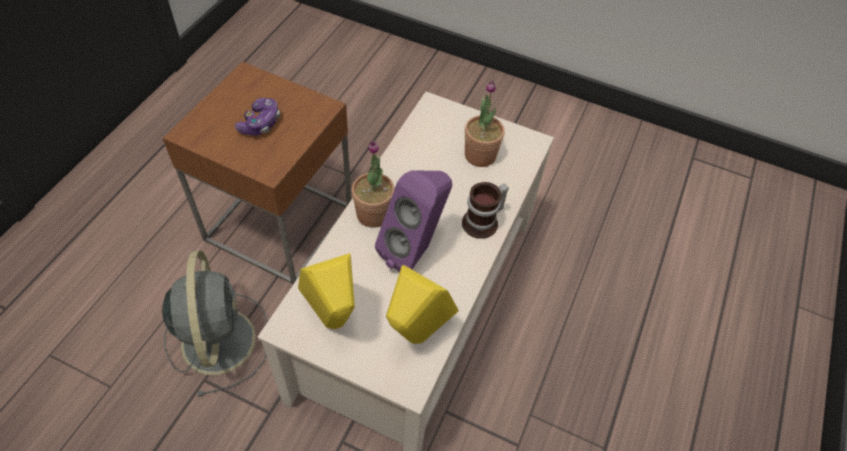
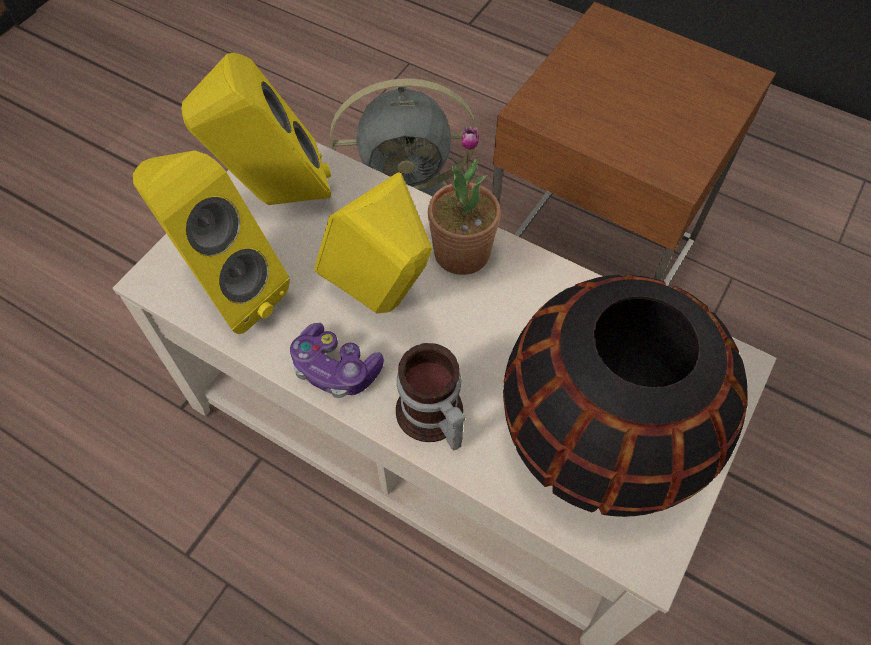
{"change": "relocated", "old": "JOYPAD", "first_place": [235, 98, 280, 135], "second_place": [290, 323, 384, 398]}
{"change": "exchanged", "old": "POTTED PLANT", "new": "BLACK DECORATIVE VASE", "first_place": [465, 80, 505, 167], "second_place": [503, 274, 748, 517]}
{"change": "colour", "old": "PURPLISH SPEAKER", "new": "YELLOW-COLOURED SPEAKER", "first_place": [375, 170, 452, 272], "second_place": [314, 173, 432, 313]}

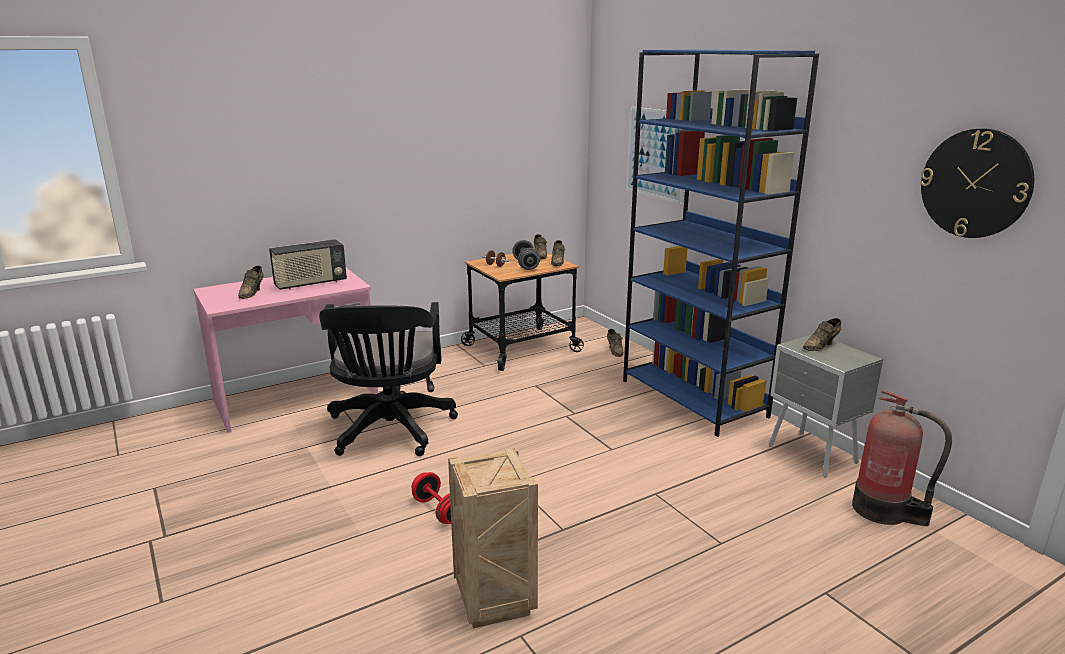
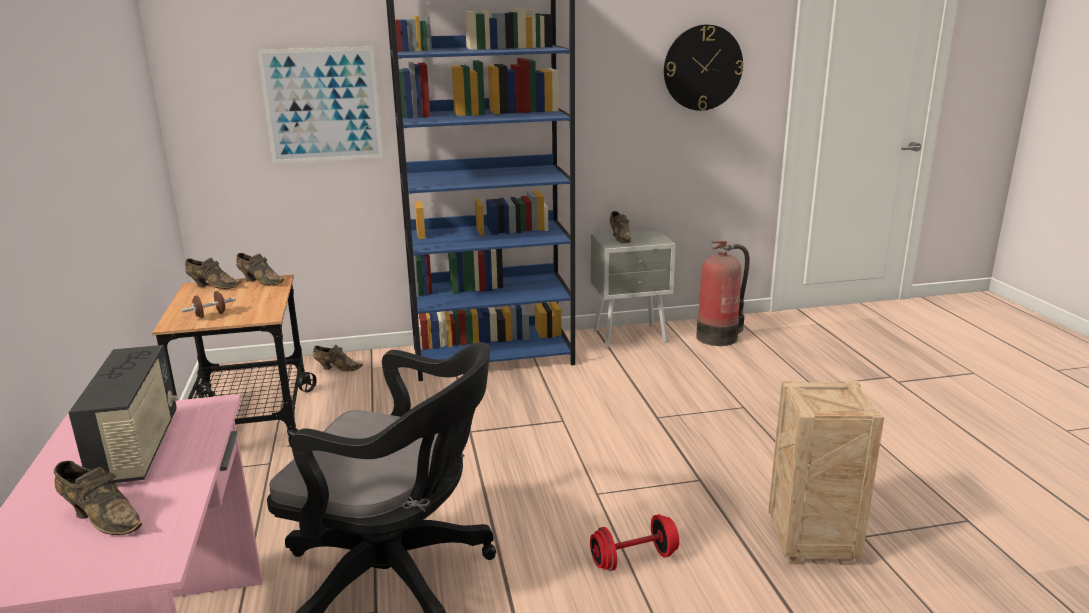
{"change": "missing", "old": "GREY DUMBBELL", "first_place": [512, 240, 540, 270]}

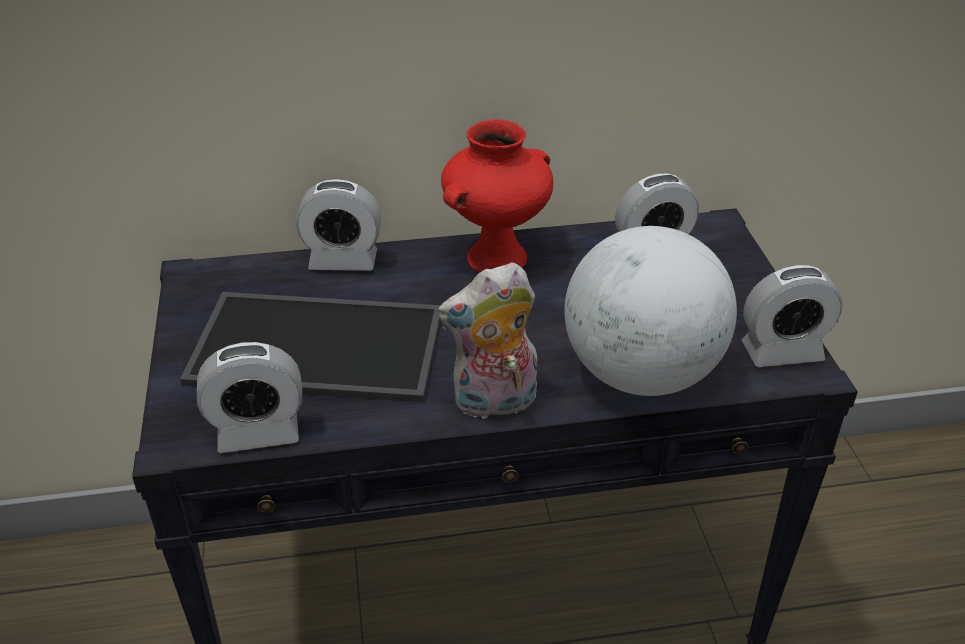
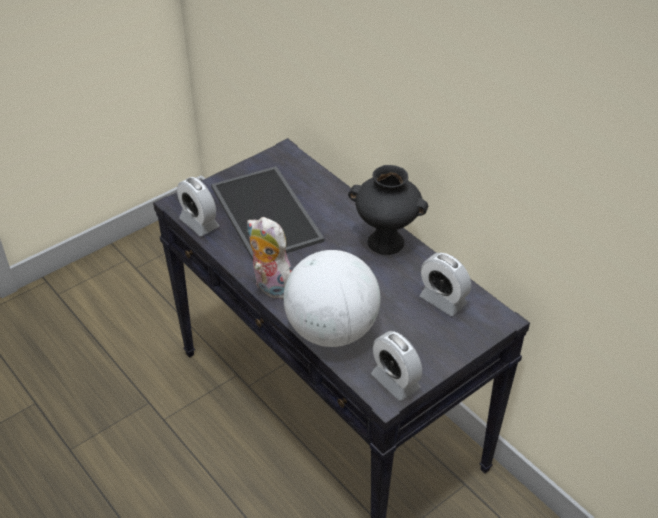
{"change": "missing", "old": "ALARM CLOCK", "first_place": [296, 179, 382, 271]}
{"change": "colour", "old": "RED DECORATIVE VASE", "new": "BLACK DECORATIVE VASE", "first_place": [441, 119, 553, 272], "second_place": [348, 165, 428, 255]}

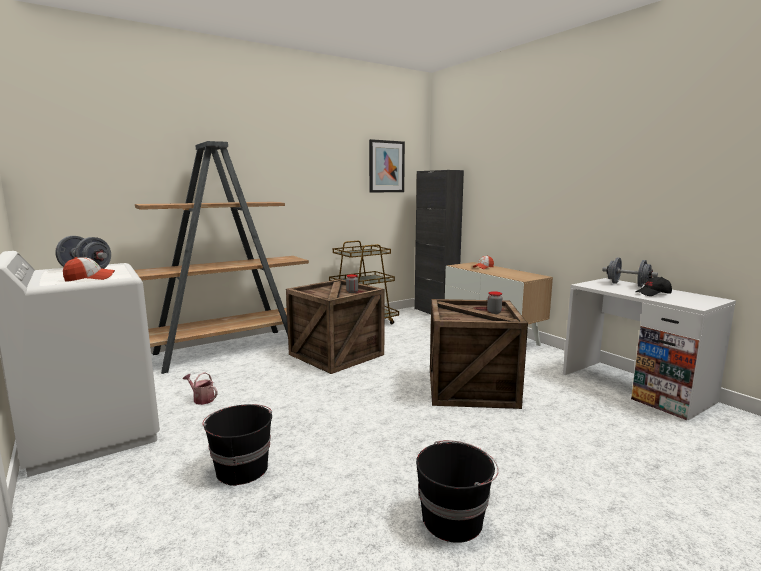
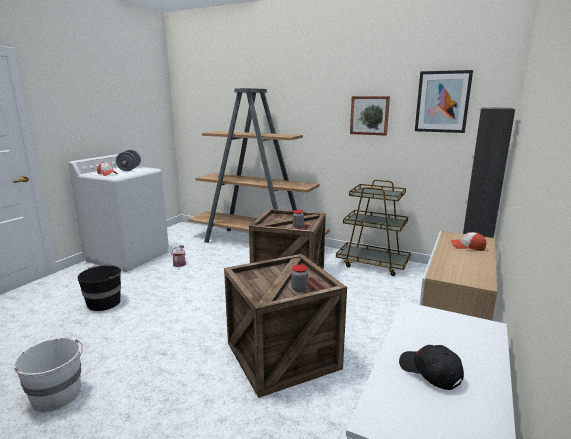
{"change": "missing", "old": "GREY DUMBBELL", "first_place": [602, 257, 658, 287]}
{"change": "appeared", "new": "PICTURE", "second_place": [350, 96, 390, 136]}
{"change": "colour", "old": "BLACK PAIL", "new": "WHITISH PAIL", "first_place": [416, 440, 499, 543], "second_place": [13, 338, 83, 412]}

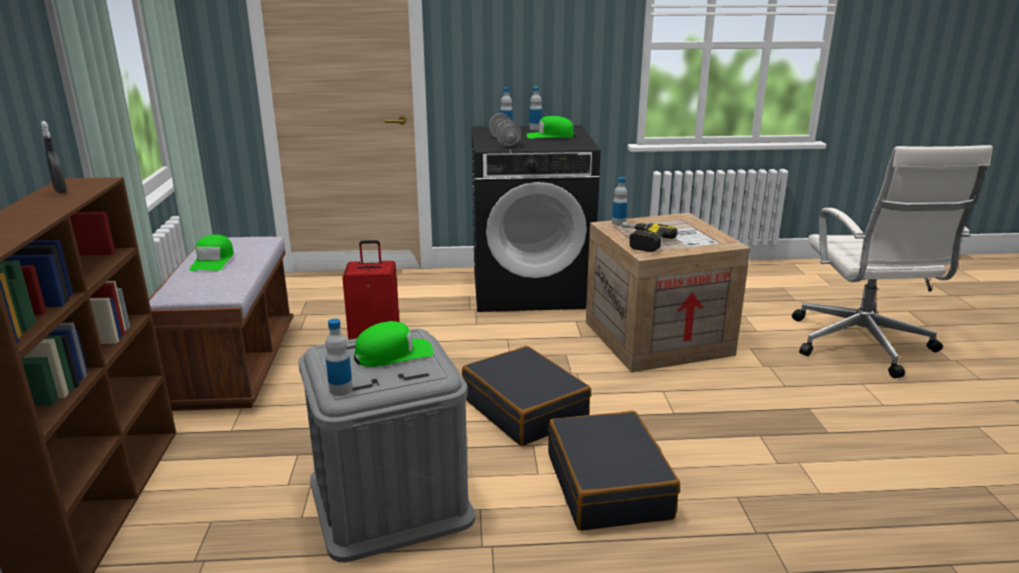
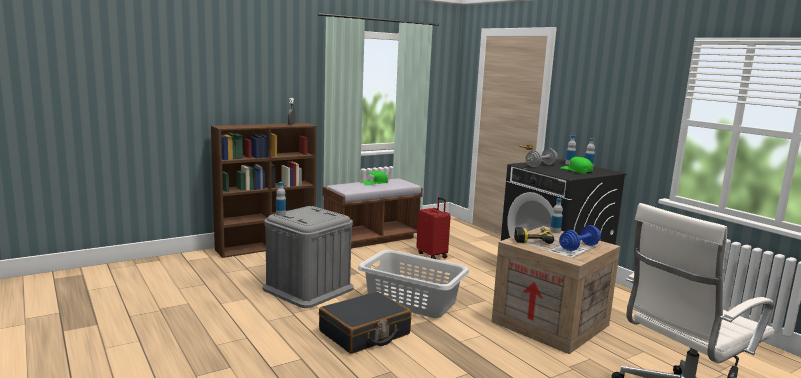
{"change": "missing", "old": "GREENISH CAP", "first_place": [354, 321, 434, 367]}
{"change": "appeared", "new": "BLUE DUMBBELL", "second_place": [559, 225, 601, 251]}
{"change": "exchanged", "old": "BLACK TRAVEL CASE", "new": "GREY WASHING BASKET", "first_place": [462, 346, 591, 446], "second_place": [358, 250, 469, 318]}

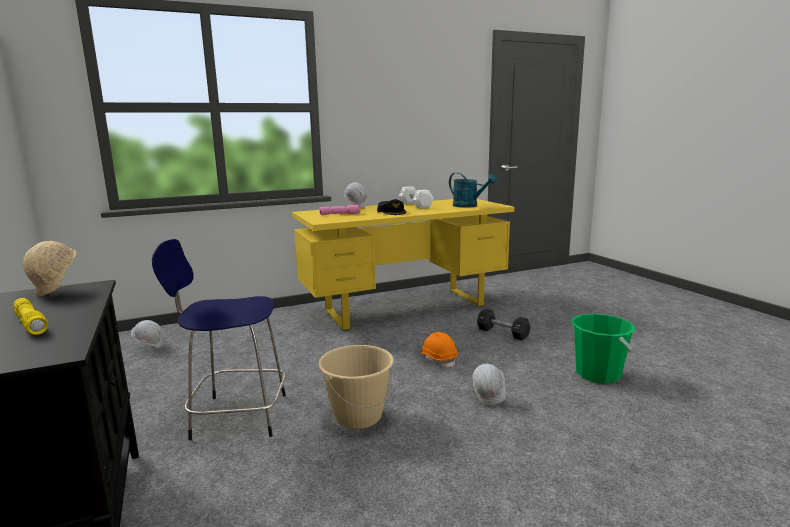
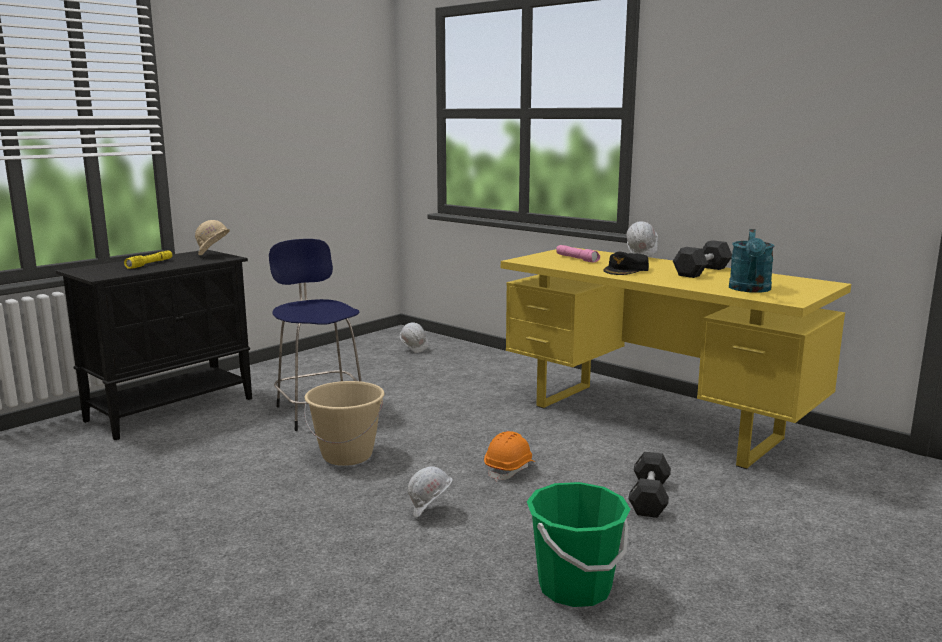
{"change": "colour", "old": "WHITISH DUMBBELL", "new": "BLACK DUMBBELL", "first_place": [399, 186, 434, 209], "second_place": [673, 240, 732, 278]}

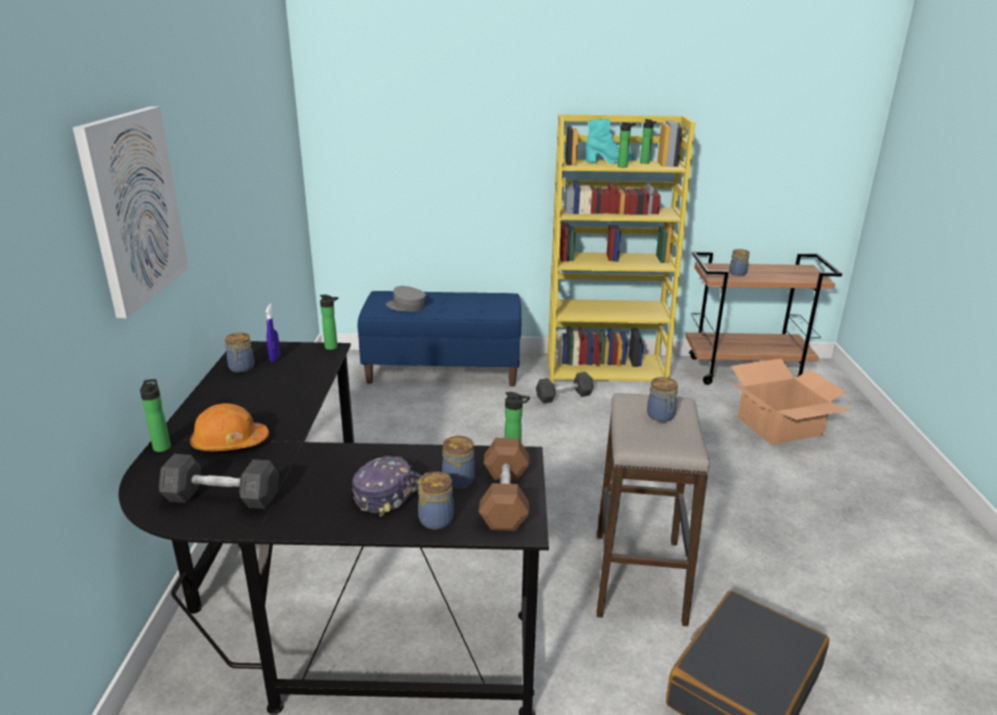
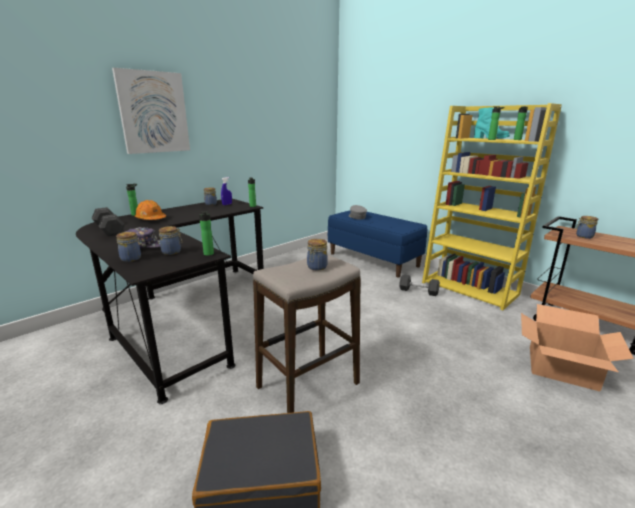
{"change": "missing", "old": "BROWN-COLOURED DUMBBELL", "first_place": [479, 438, 530, 531]}

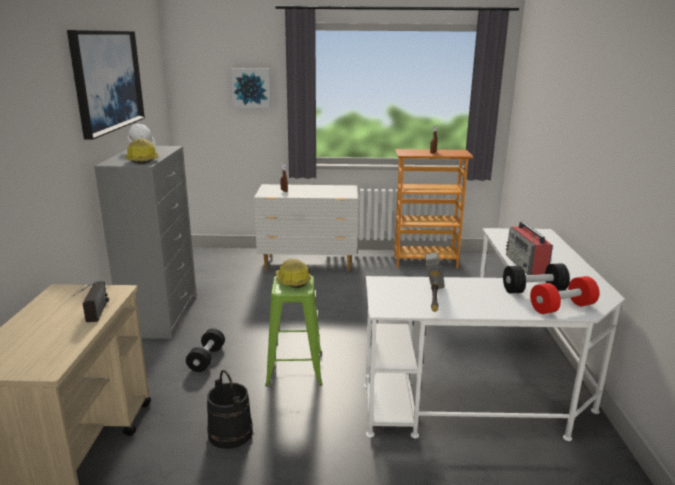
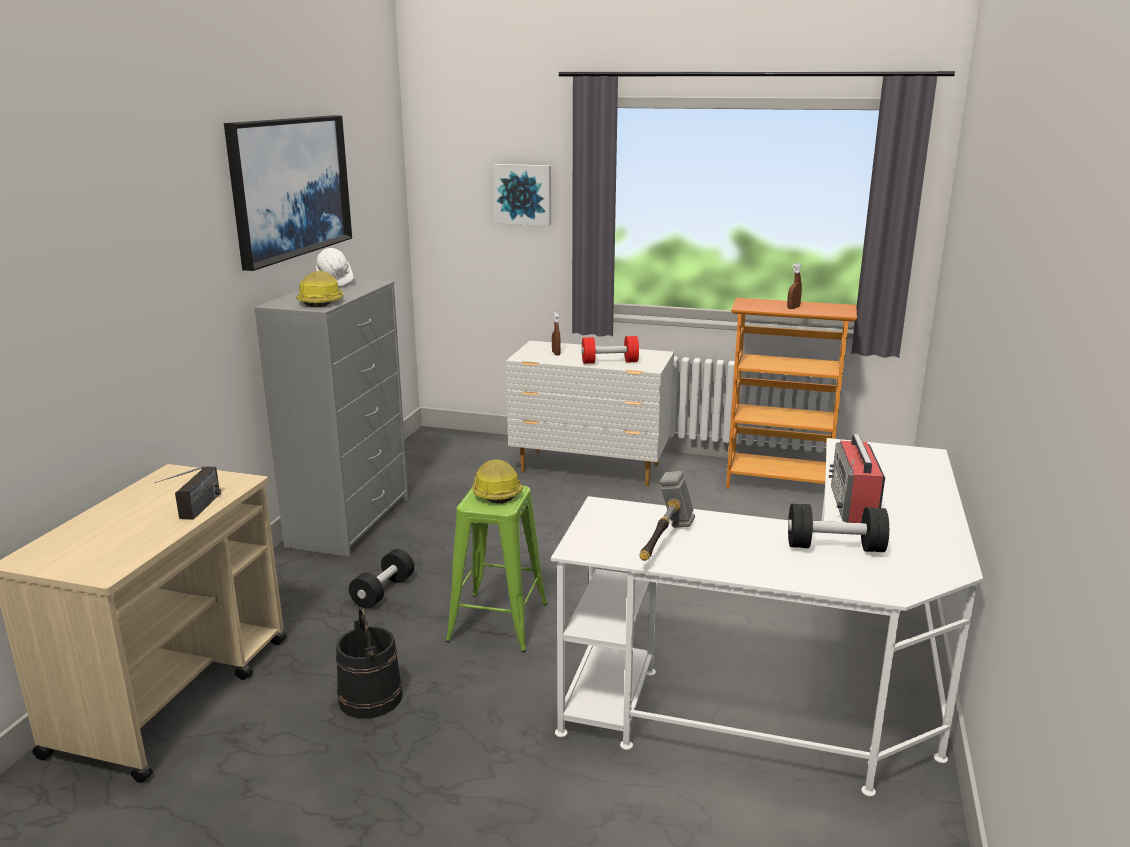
{"change": "relocated", "old": "RED DUMBBELL", "first_place": [530, 276, 599, 314], "second_place": [582, 336, 639, 364]}

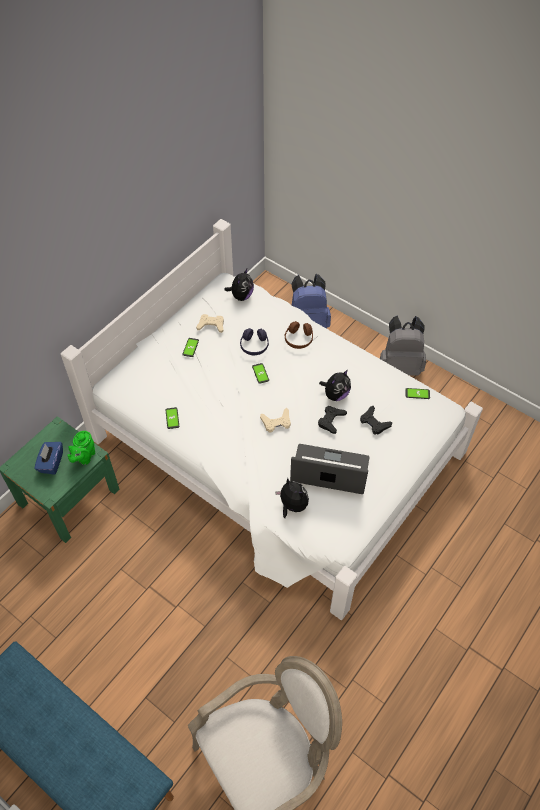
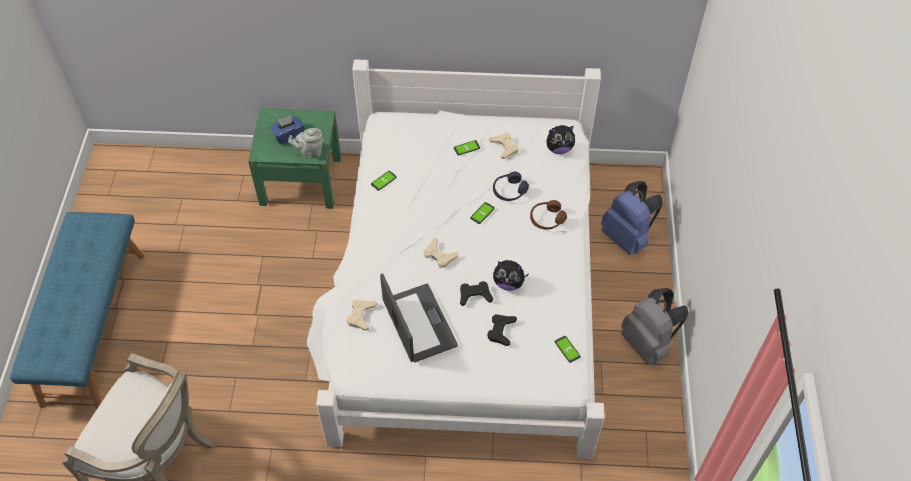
{"change": "exchanged", "old": "SOFT TOY", "new": "BEIGE JOYPAD", "first_place": [275, 478, 309, 518], "second_place": [347, 300, 377, 331]}
{"change": "colour", "old": "GREENISH TEA POT", "new": "GREY TEA POT", "first_place": [67, 431, 95, 465], "second_place": [288, 128, 324, 158]}

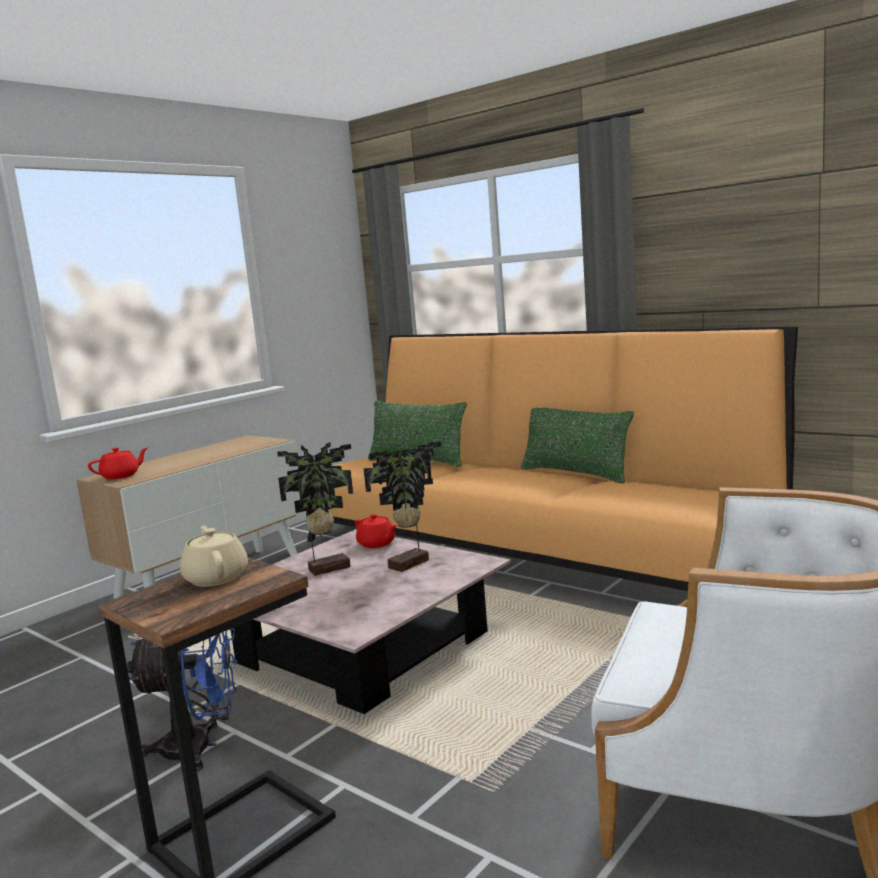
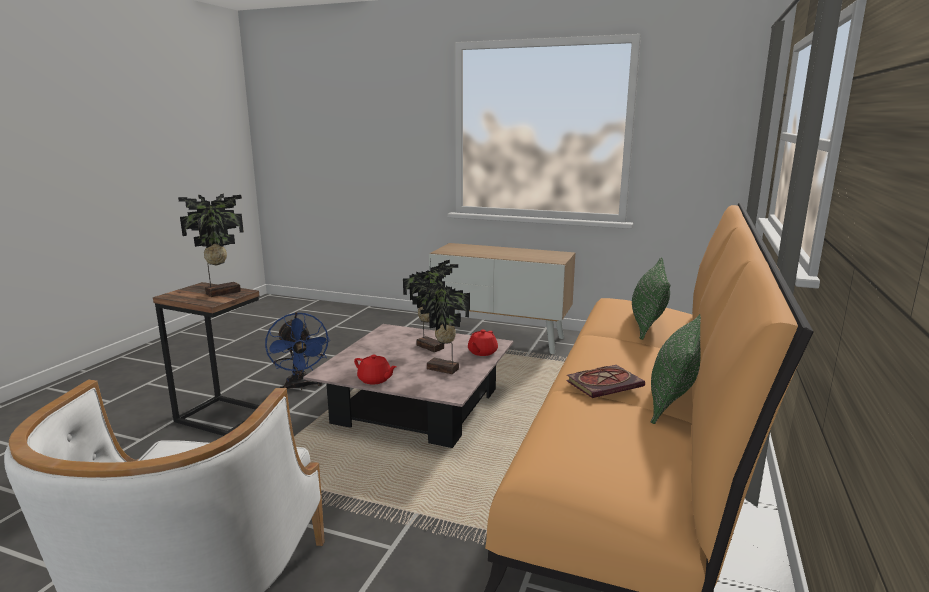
{"change": "appeared", "new": "VOLUME", "second_place": [566, 365, 645, 398]}
{"change": "relocated", "old": "RED TEA POT", "first_place": [88, 447, 148, 480], "second_place": [354, 355, 397, 385]}
{"change": "exchanged", "old": "BEIGE TEA POT", "new": "POTTED PLANT", "first_place": [180, 525, 248, 587], "second_place": [178, 194, 244, 297]}

